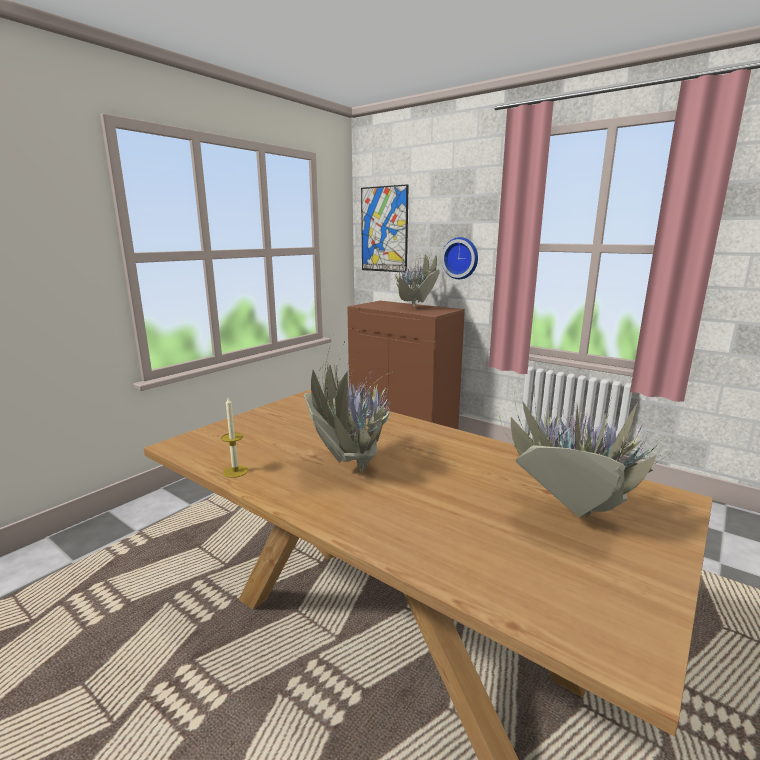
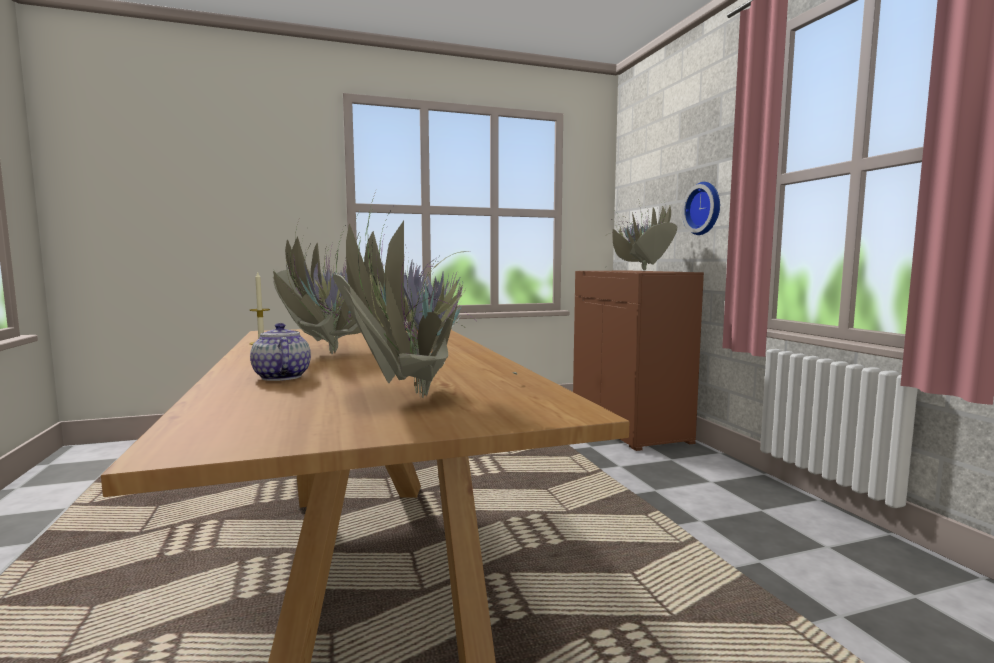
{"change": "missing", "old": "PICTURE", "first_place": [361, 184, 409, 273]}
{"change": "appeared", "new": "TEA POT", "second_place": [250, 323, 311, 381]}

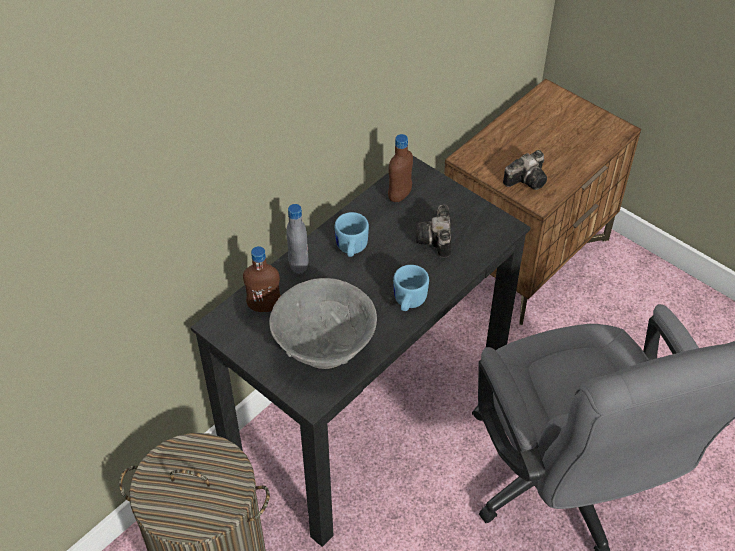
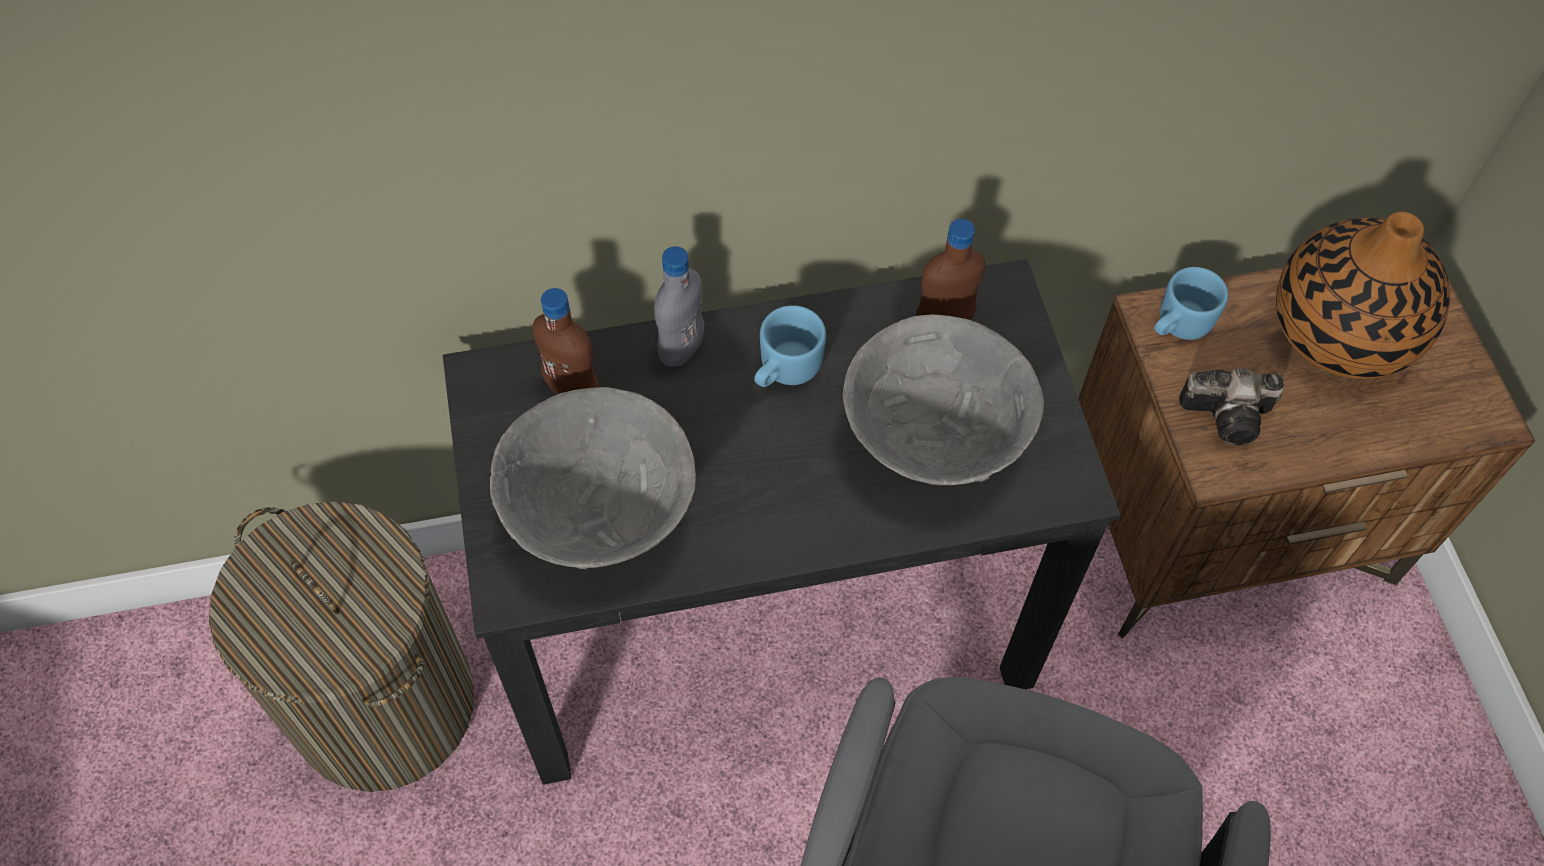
{"change": "appeared", "new": "DECORATIVE VASE", "second_place": [1276, 212, 1450, 379]}
{"change": "relocated", "old": "BLUE COFFEE MUG", "first_place": [393, 265, 429, 311], "second_place": [1154, 267, 1228, 340]}
{"change": "exchanged", "old": "PHOTO CAMERA", "new": "GREY DEEP DISH", "first_place": [416, 205, 451, 258], "second_place": [843, 314, 1044, 485]}

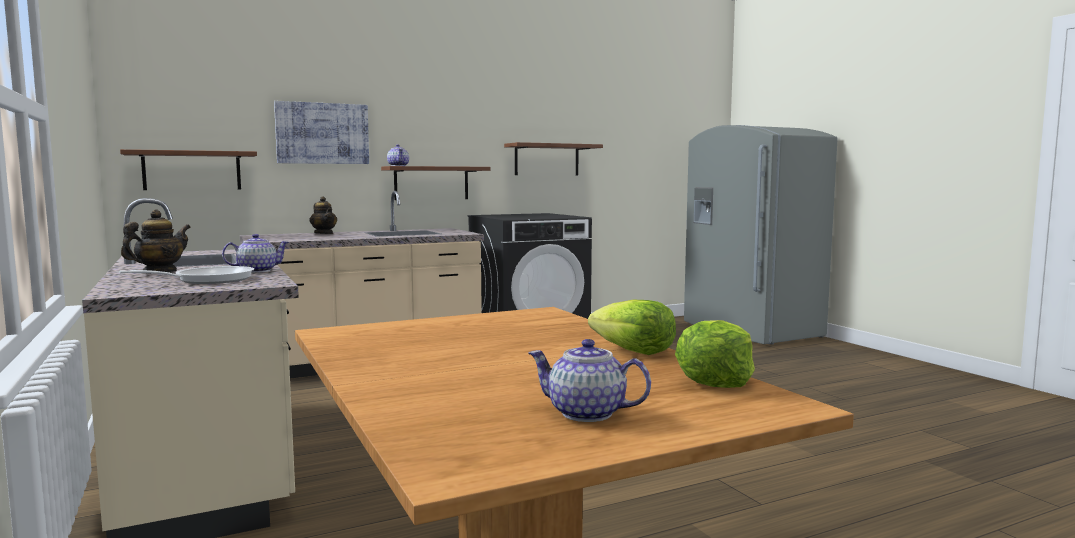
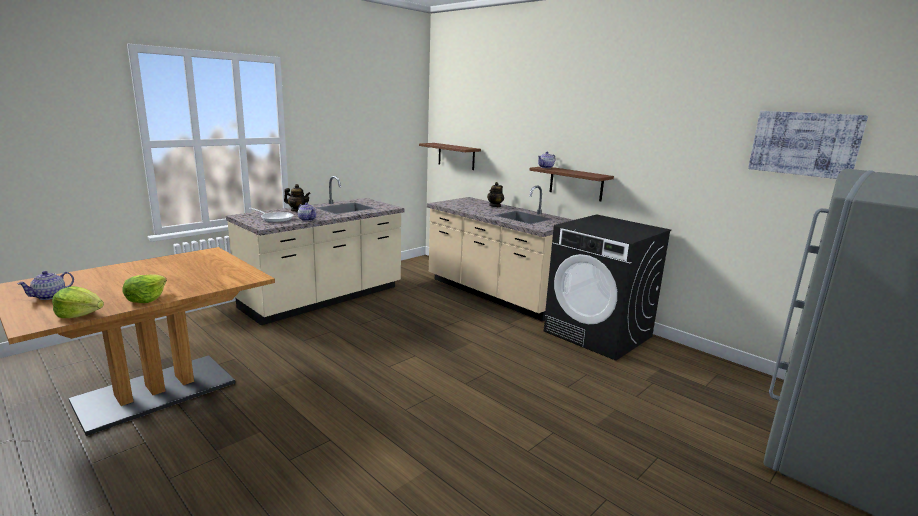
{"change": "missing", "old": "BROWN-COLOURED WALL SHELF", "first_place": [504, 142, 603, 175]}
{"change": "relocated", "old": "PICTURE", "first_place": [274, 101, 369, 164], "second_place": [748, 111, 868, 179]}
{"change": "spun", "old": "TEA POT", "first_place": [528, 339, 651, 422], "second_place": [17, 271, 74, 300], "degrees": -150}

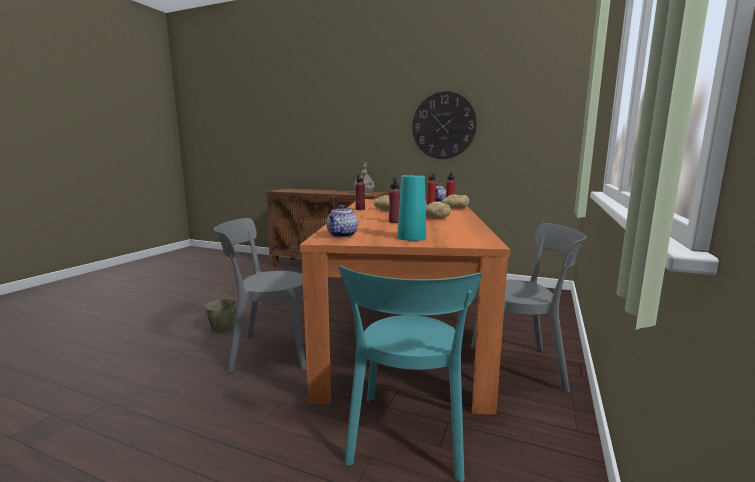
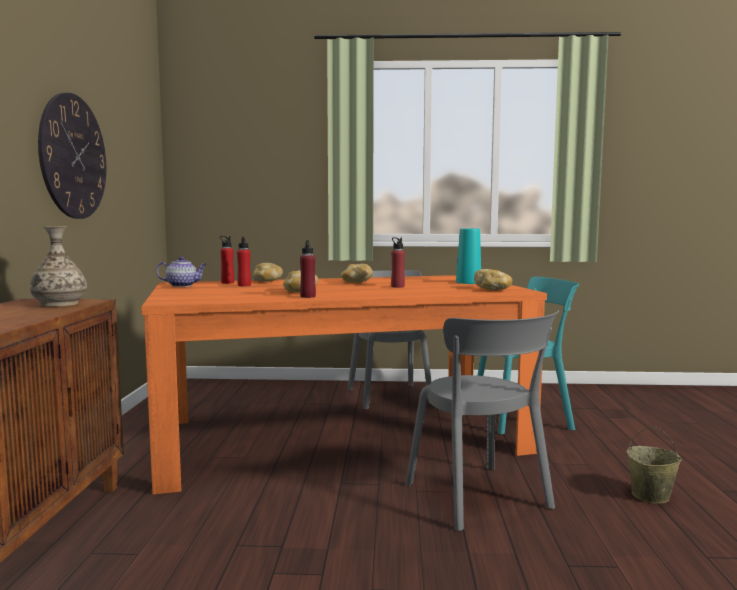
{"change": "relocated", "old": "BEIGE PAIL", "first_place": [204, 287, 236, 333], "second_place": [627, 426, 681, 504]}
{"change": "exchanged", "old": "TEA POT", "new": "BREAD", "first_place": [326, 205, 358, 237], "second_place": [474, 269, 512, 290]}

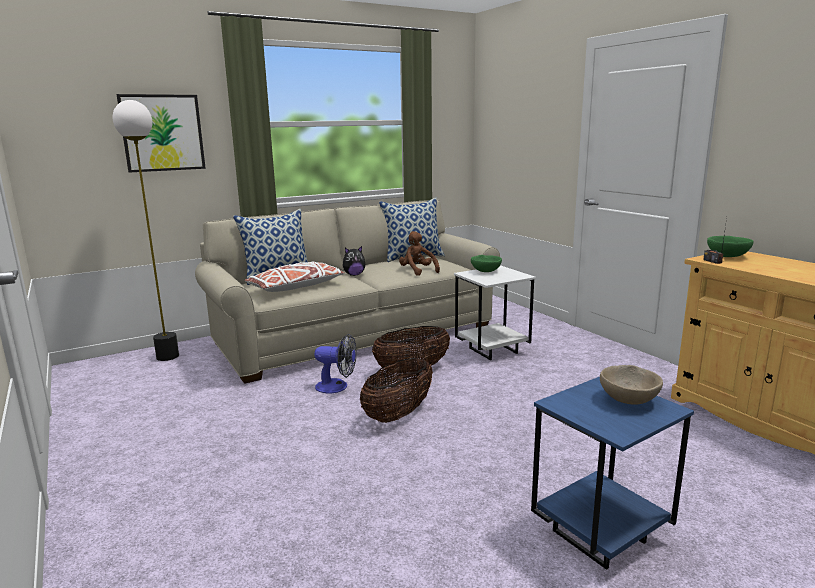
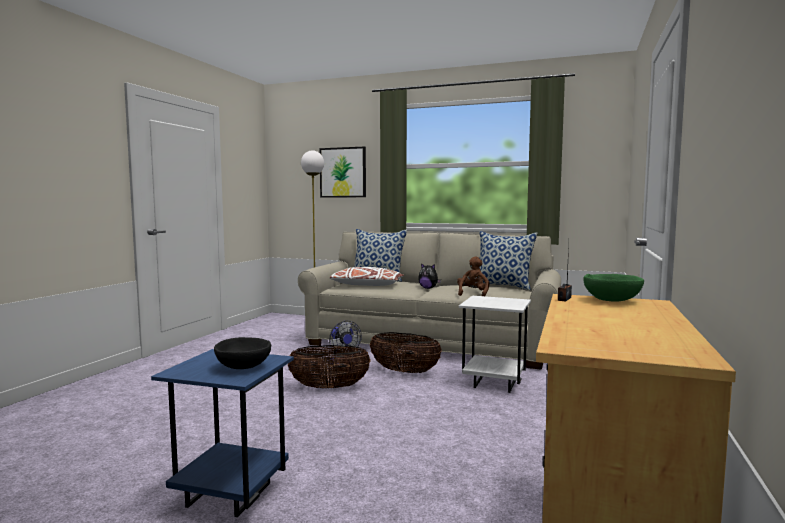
{"change": "missing", "old": "GREENISH DEEP DISH", "first_place": [471, 255, 502, 272]}
{"change": "colour", "old": "BEIGE DEEP DISH", "new": "BLACK DEEP DISH", "first_place": [600, 365, 663, 405], "second_place": [214, 337, 272, 369]}

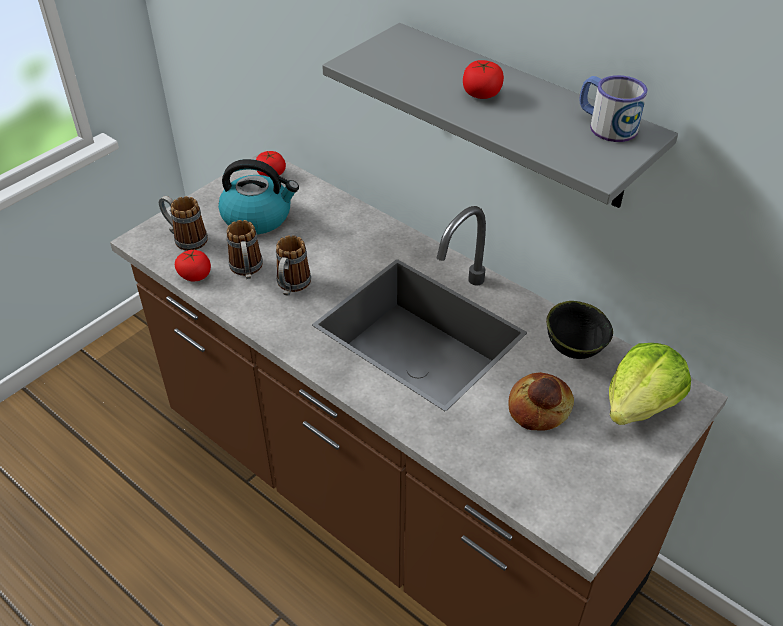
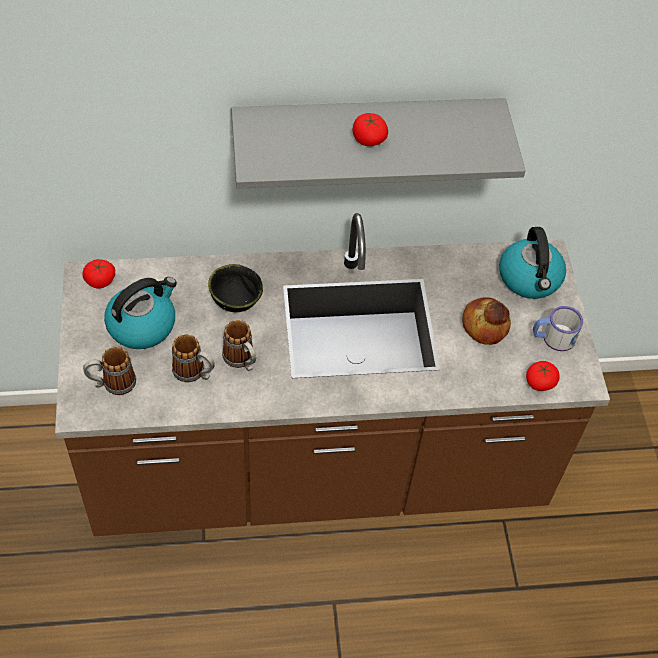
{"change": "relocated", "old": "WHOLE TOMATO", "first_place": [175, 250, 211, 281], "second_place": [526, 361, 560, 391]}
{"change": "relocated", "old": "BLACK DEEP DISH", "first_place": [546, 301, 613, 359], "second_place": [208, 264, 263, 312]}
{"change": "relocated", "old": "COFFEE MUG", "first_place": [579, 75, 648, 142], "second_place": [533, 306, 583, 351]}
{"change": "exchanged", "old": "LETTUCE", "new": "KETTLE", "first_place": [609, 343, 691, 425], "second_place": [499, 227, 566, 299]}

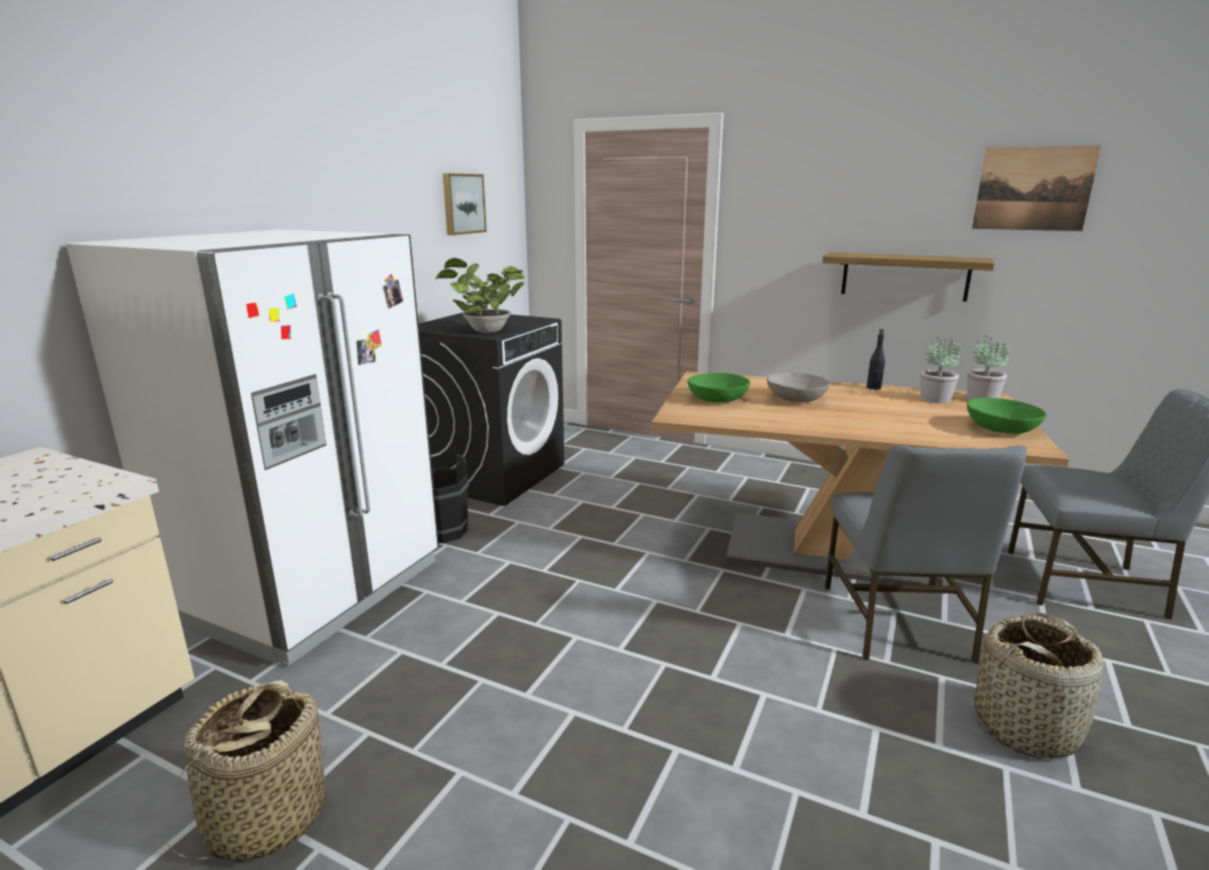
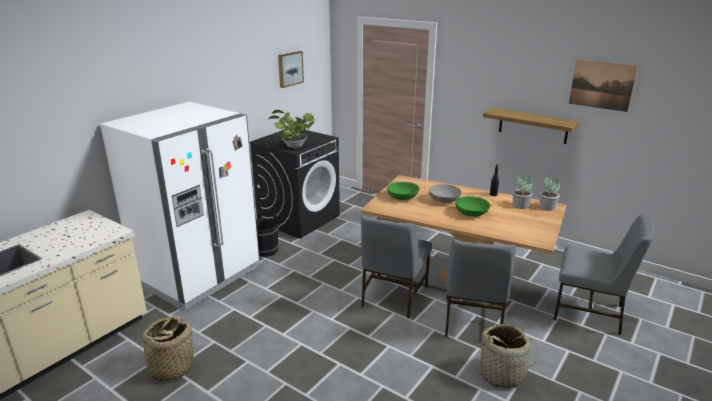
{"change": "appeared", "new": "GREY UPRIGHT CHAIR", "second_place": [361, 215, 432, 318]}
{"change": "relocated", "old": "GREENISH DEEP DISH", "first_place": [967, 398, 1047, 434], "second_place": [455, 196, 490, 217]}

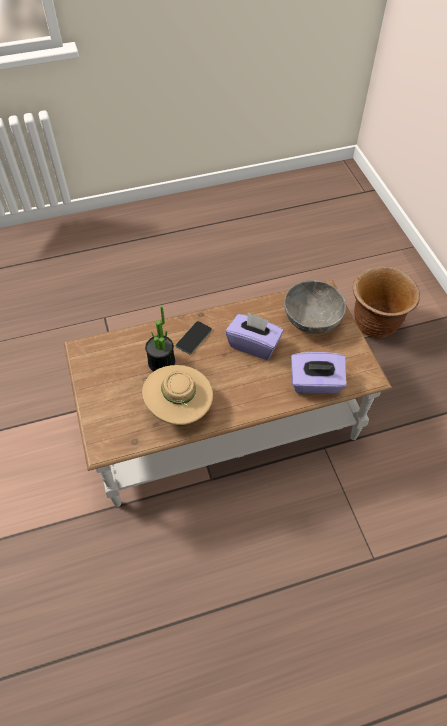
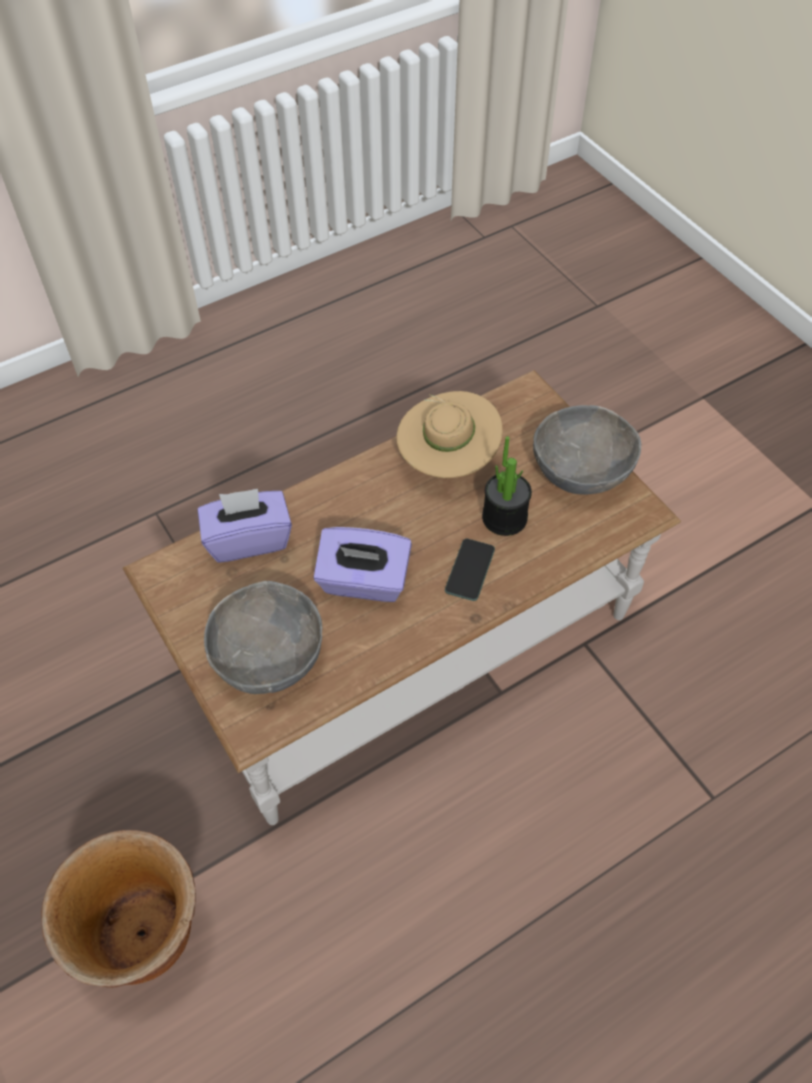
{"change": "appeared", "new": "GREY DEEP DISH", "second_place": [533, 405, 641, 495]}

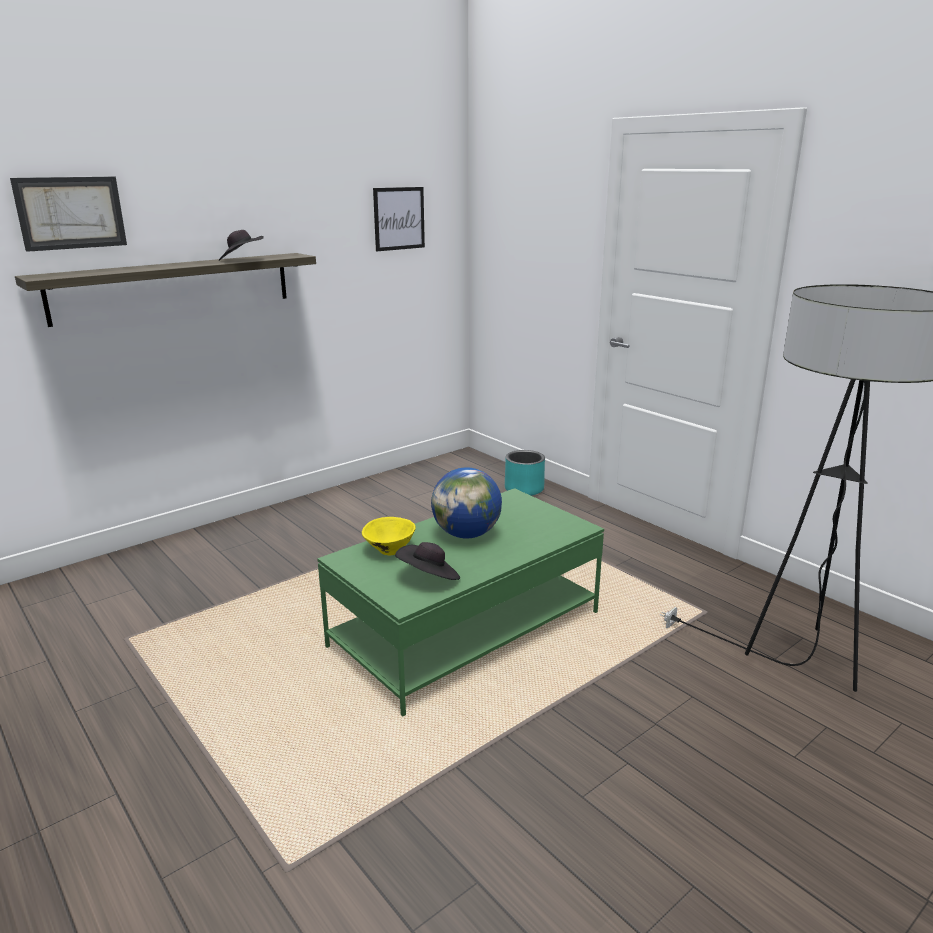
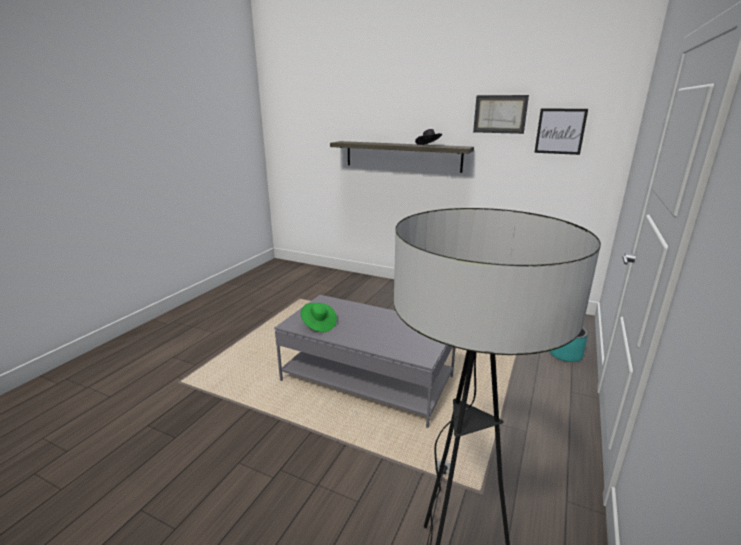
{"change": "missing", "old": "YELLOW-COLOURED DEEP DISH", "first_place": [362, 517, 416, 555]}
{"change": "missing", "old": "DESK GLOBE", "first_place": [431, 467, 502, 539]}
{"change": "relocated", "old": "PICTURE", "first_place": [10, 177, 127, 252], "second_place": [473, 95, 529, 134]}
{"change": "colour", "old": "GREENISH LOW TABLE", "new": "GREY LOW TABLE", "first_place": [317, 488, 604, 716], "second_place": [274, 295, 455, 428]}
{"change": "colour", "old": "BLACK CLOTHING HAT", "new": "GREENISH CLOTHING HAT", "first_place": [395, 542, 460, 580], "second_place": [300, 303, 337, 332]}

